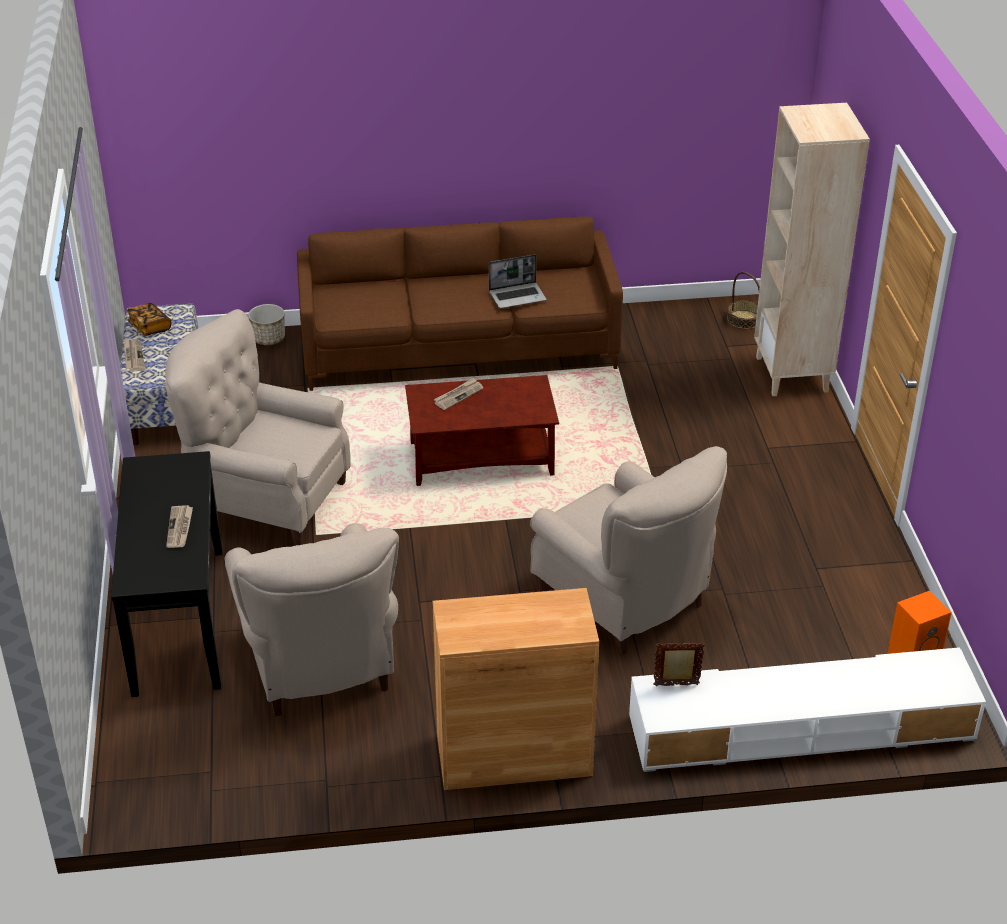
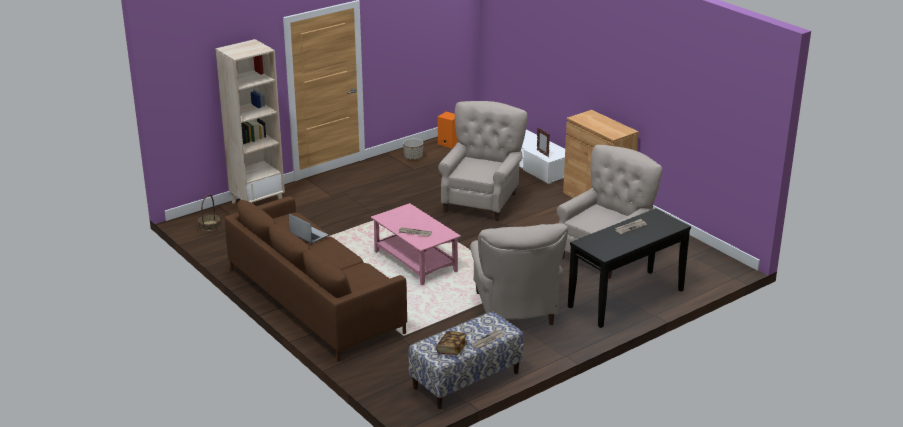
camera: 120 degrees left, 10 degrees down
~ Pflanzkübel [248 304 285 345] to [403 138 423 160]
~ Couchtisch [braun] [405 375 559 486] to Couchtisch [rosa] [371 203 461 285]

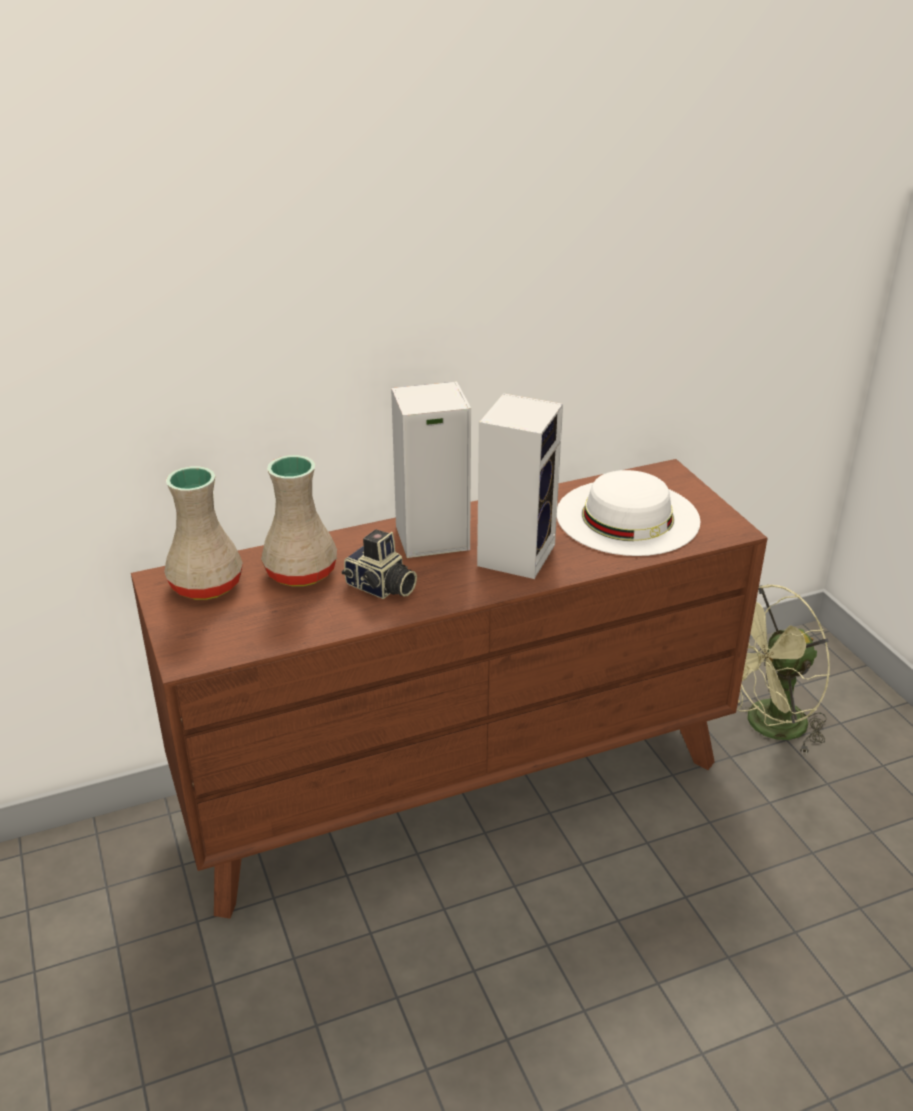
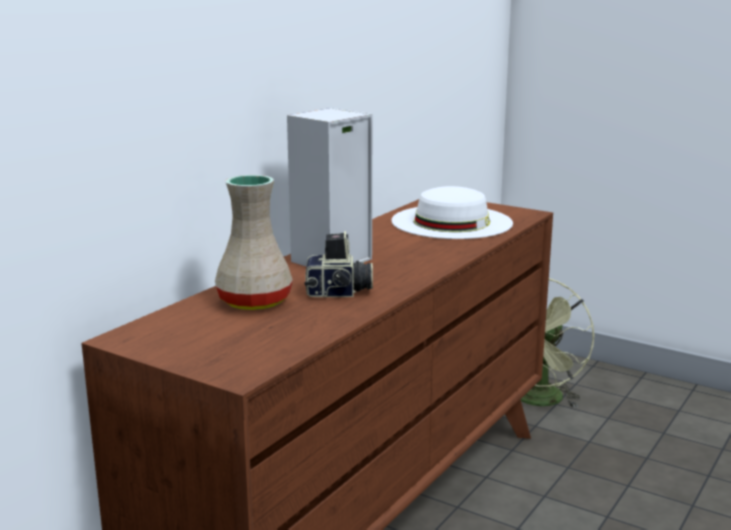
camera: 35 degrees left, 15 degrees down
- Lautsprecher [477 393 563 579]
- Vase [beige] [164 466 243 600]

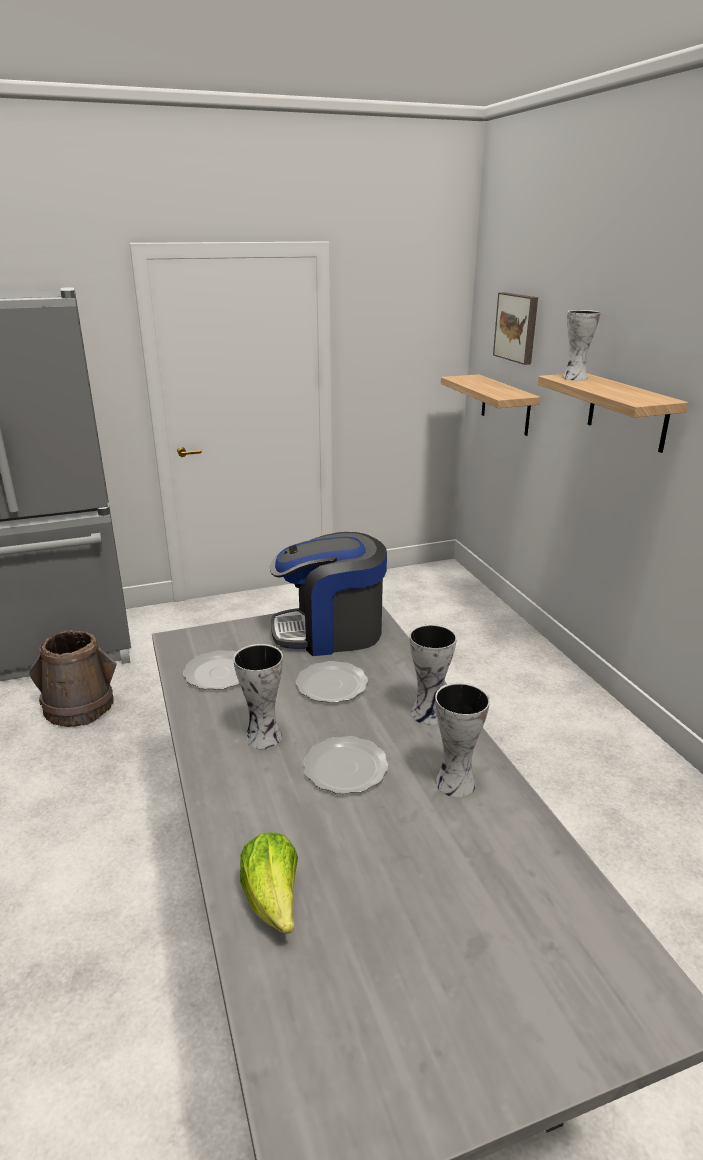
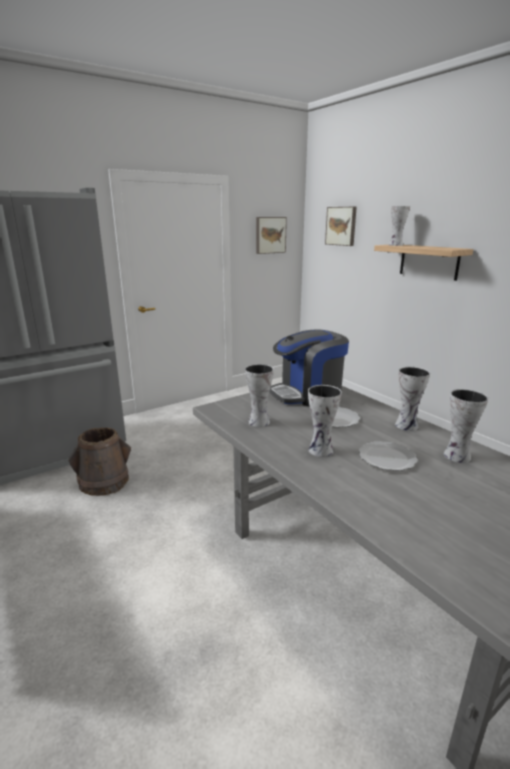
camera: 15 degrees left, 5 degrees down
- Wandregal [441 374 541 436]
~ Teller [183 650 240 690] to Vase [245 364 274 427]
- Salatkopf [240 832 298 934]
+ Bild [256 217 287 254]

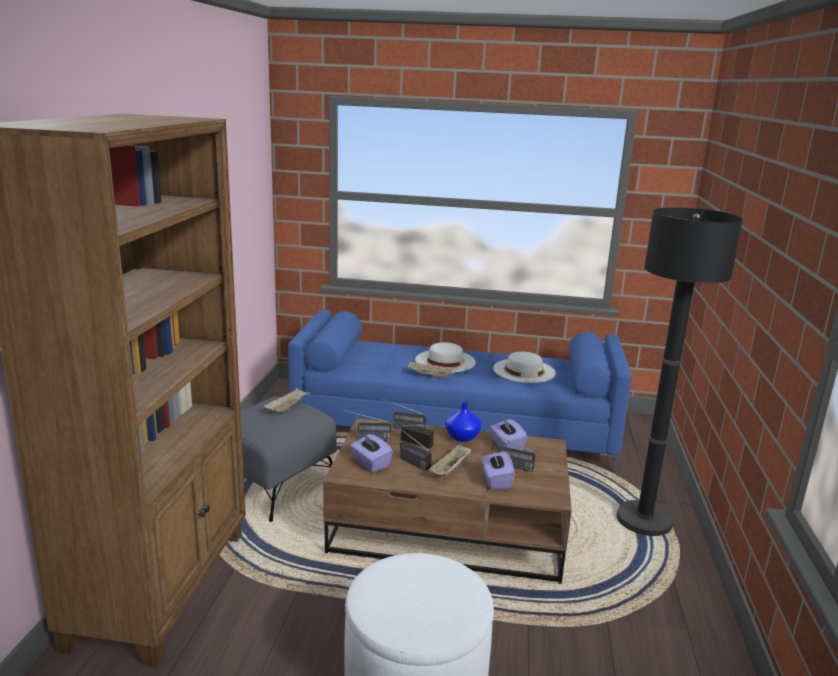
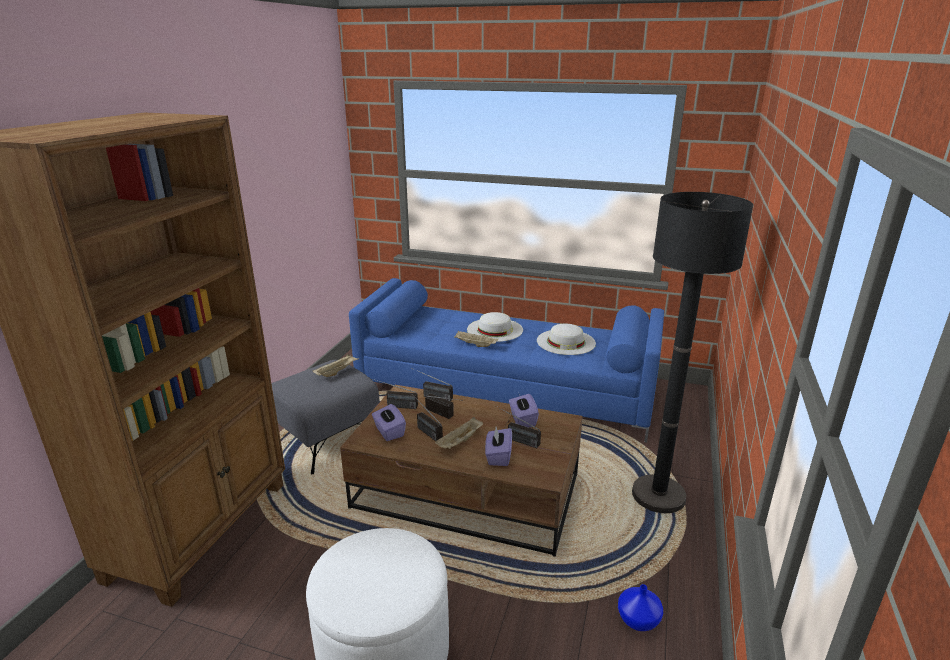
camera: 10 degrees right, 5 degrees up
~ Vase [blau] [445 402 481 442] to [618 584 663 631]

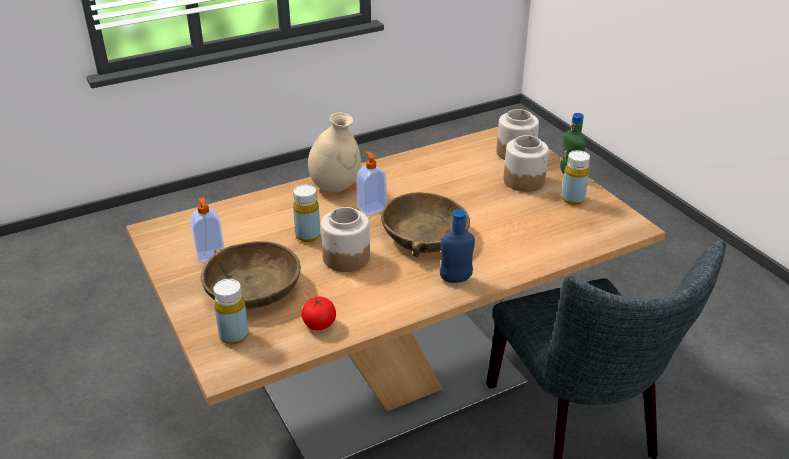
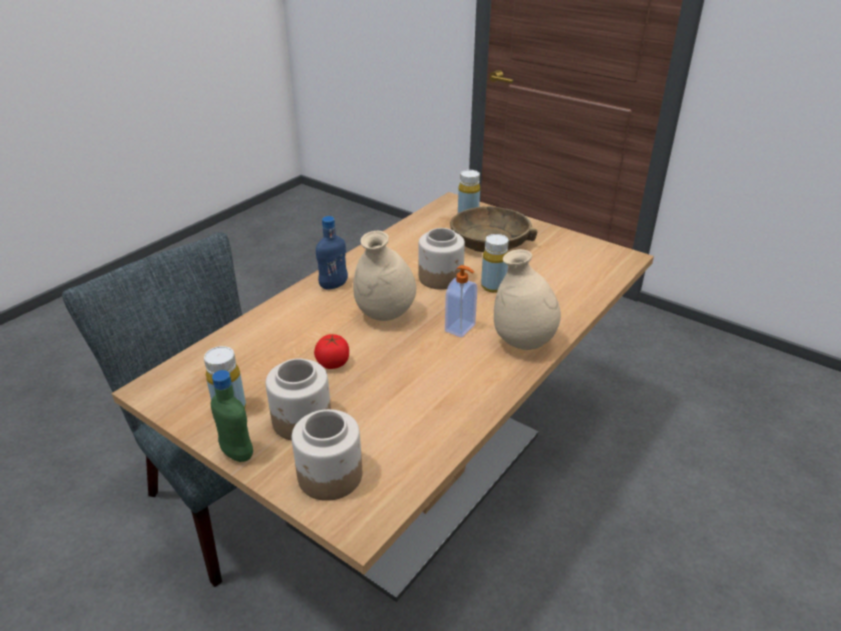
camera: 155 degrees right, 0 degrees up
~ Schüssel [braun] [381 192 470 257] to Vase [beige] [353 231 416 321]
- Seifenspender [190 197 224 263]
~ Tomate [301 296 336 331] to [314 334 349 369]

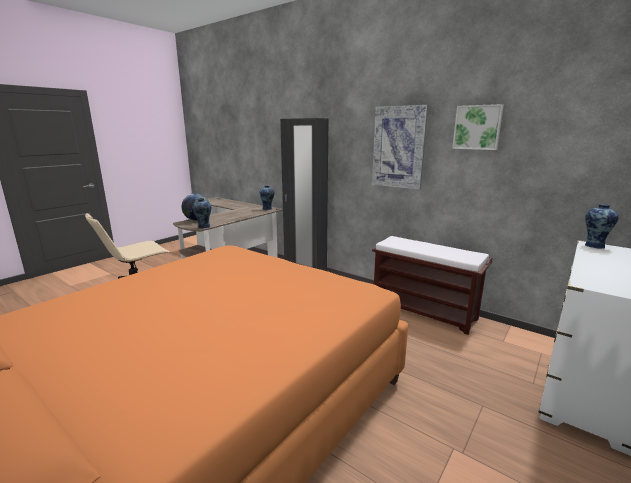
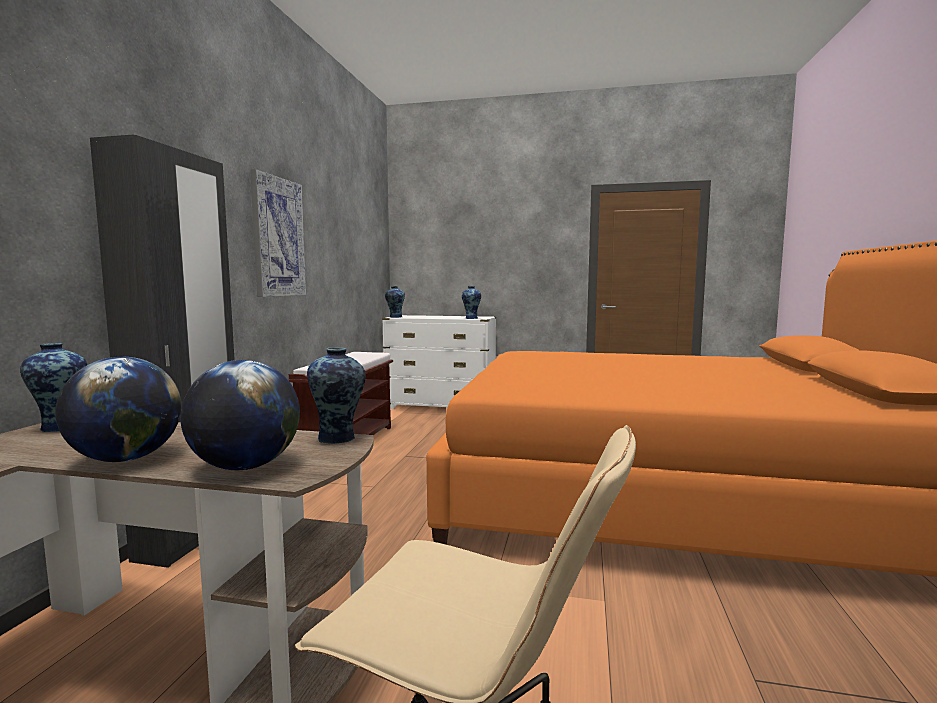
camera: 115 degrees left, 10 degrees down
- Bild [452 104 504 150]
+ Vase [462 286 481 319]
+ Globus [55 357 181 462]

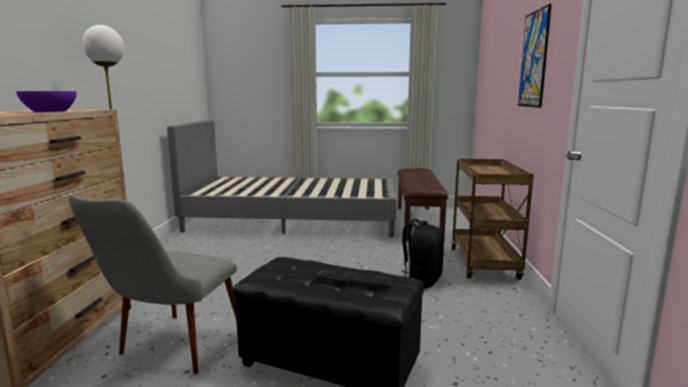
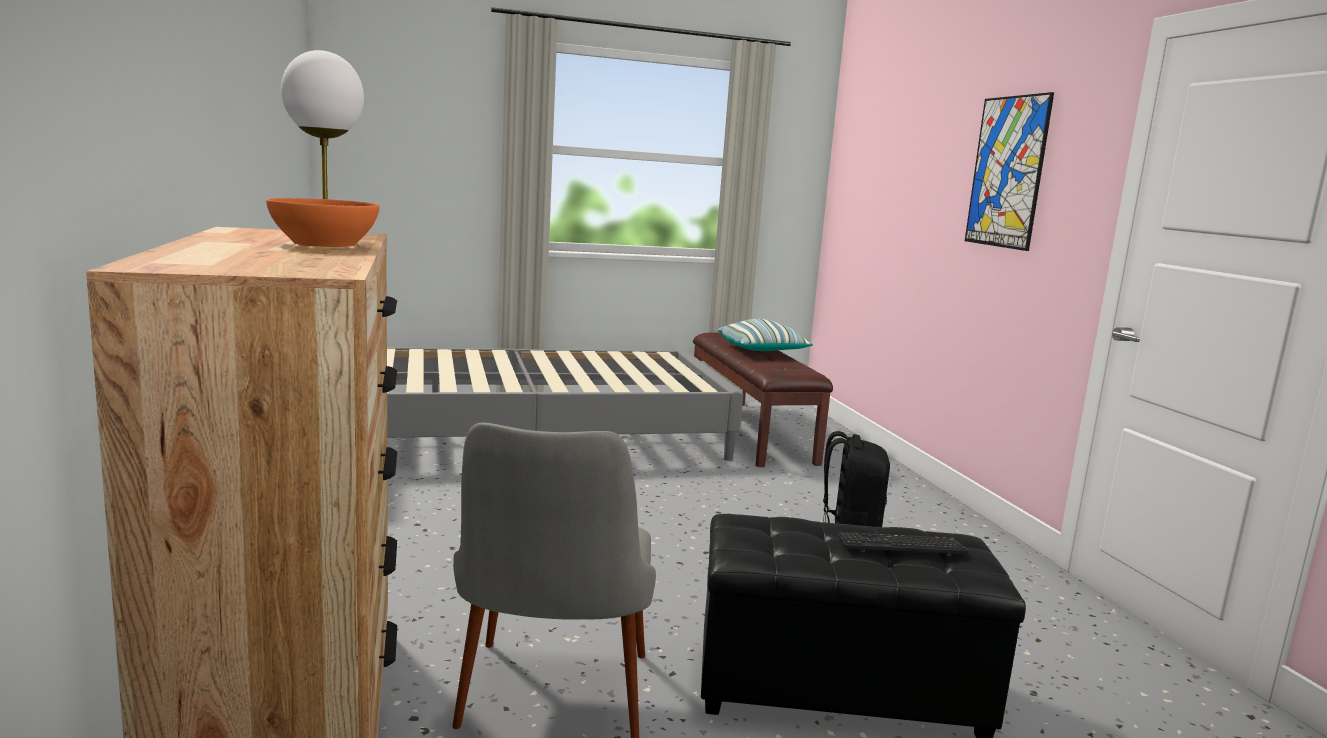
camera: 20 degrees left, 0 degrees up
~ Schüssel [lila] [16 91 77 112] to Schüssel [orange] [266 198 380 247]
- Rollwagen [braun] [452 159 534 279]
+ Kissen [717 319 813 351]

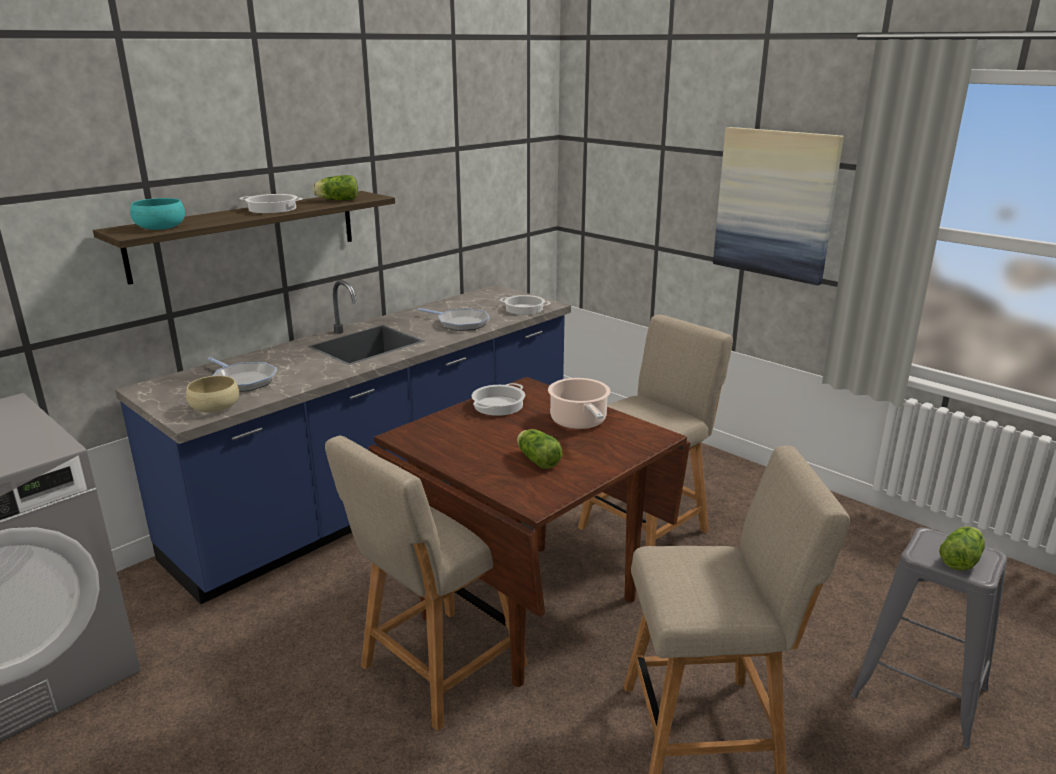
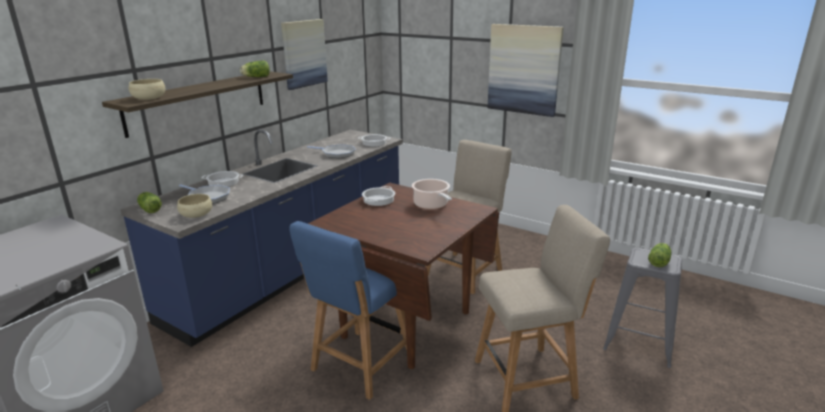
camera: 10 degrees left, 0 degrees up
~ Kochtopf [239 194 303 213] to [202 171 243 187]
~ Schüssel [türkis] [130 198 185 230] to Schüssel [beige] [129 79 165 100]
~ Salatkopf [517 429 562 469] to [137 192 162 213]
~ Stuhl [beige] [325 436 528 731] to Stuhl [blau] [289 221 407 400]
+ Bild [281 19 328 90]

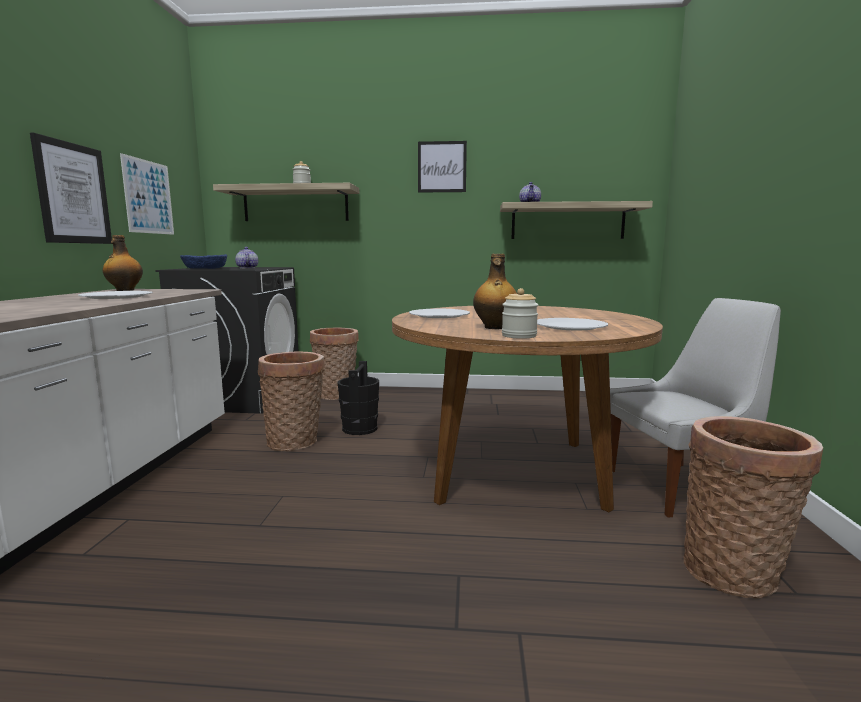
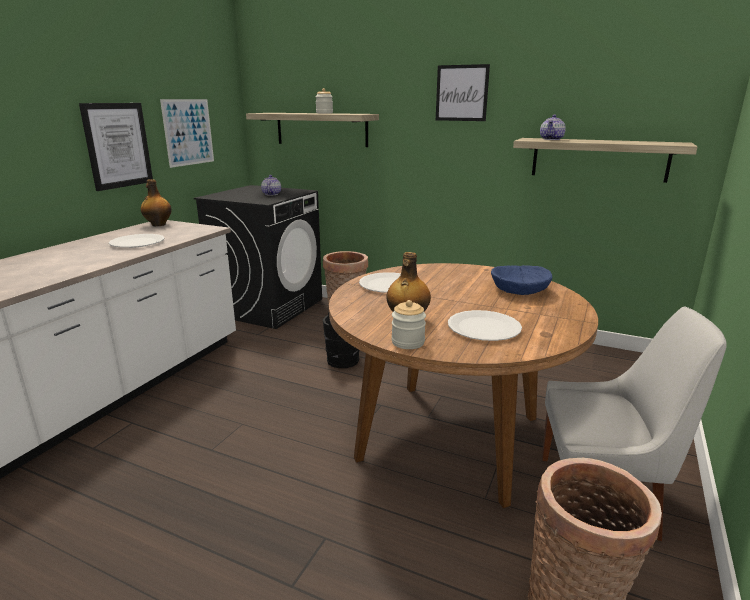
camera: 20 degrees right, 10 degrees up
~ Schüssel [blau] [180 254 227 269] to [491 265 552 295]
- Korb [258 352 325 451]

